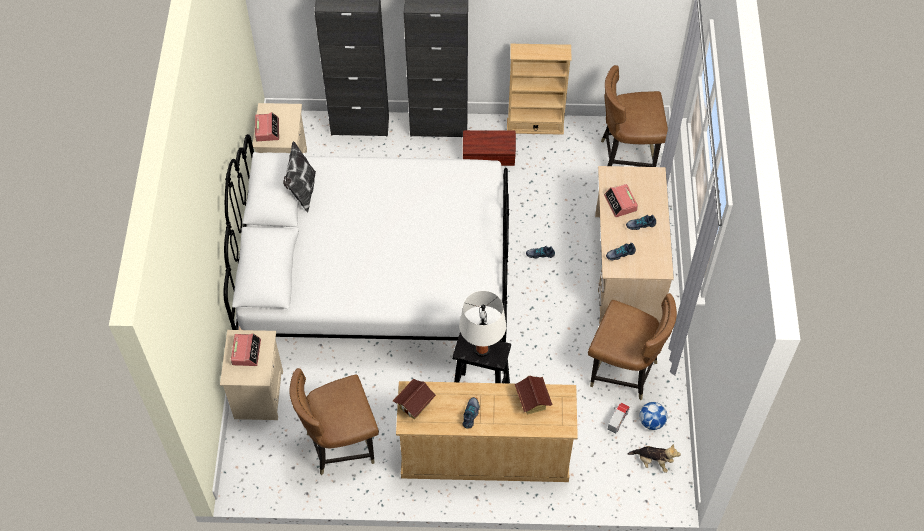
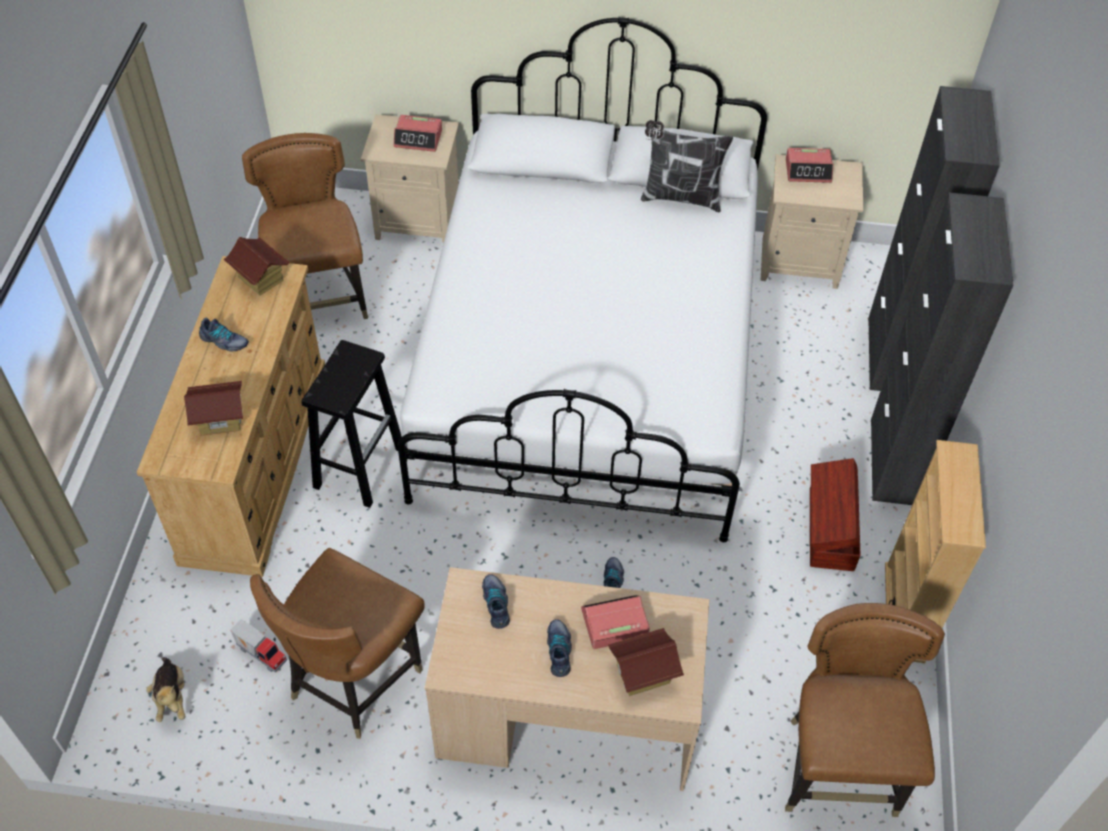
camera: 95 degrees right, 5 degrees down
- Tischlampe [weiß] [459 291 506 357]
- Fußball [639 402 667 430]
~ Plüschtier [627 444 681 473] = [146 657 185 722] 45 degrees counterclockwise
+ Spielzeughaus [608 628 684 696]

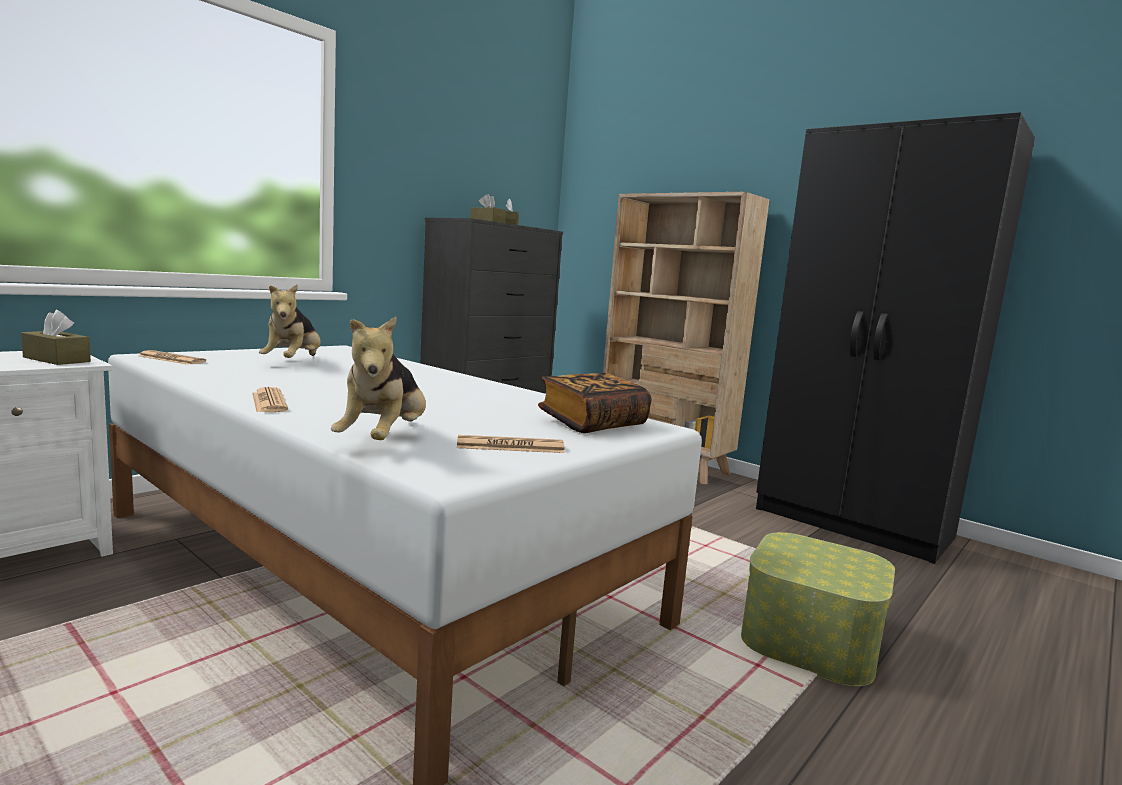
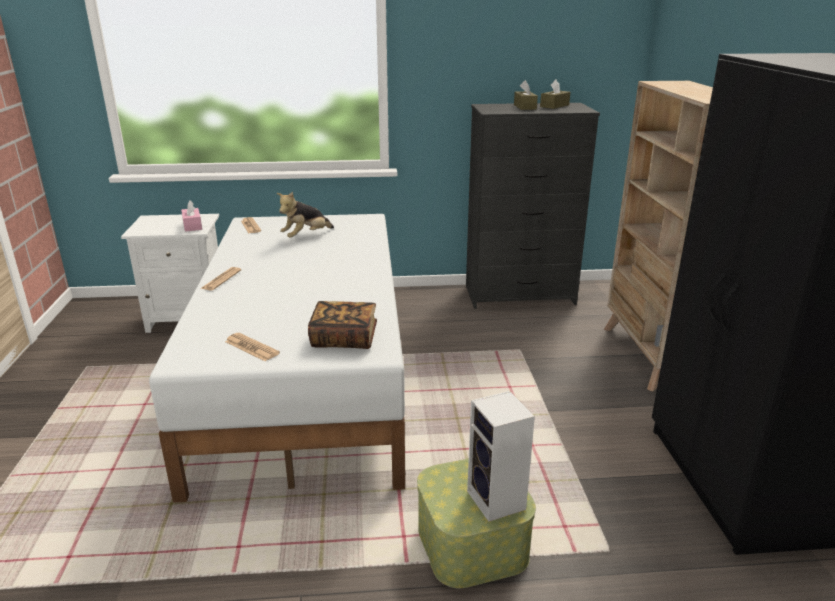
camera: 45 degrees right, 15 degrees up
~ Taschentuchbox [braun] [21 310 91 365] to Taschentuchbox [rosa] [181 200 202 232]
- Plüschtier [331 316 426 440]
+ Lautsprecher [467 391 535 522]

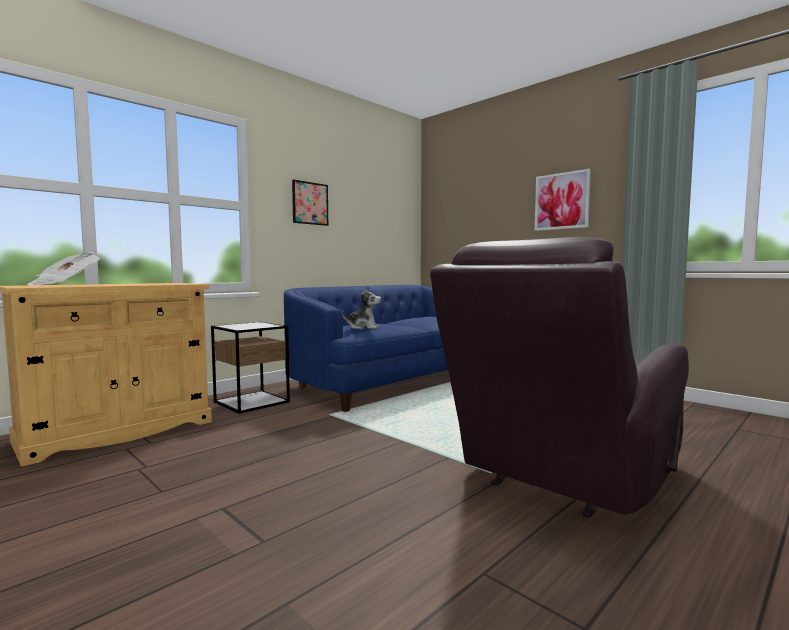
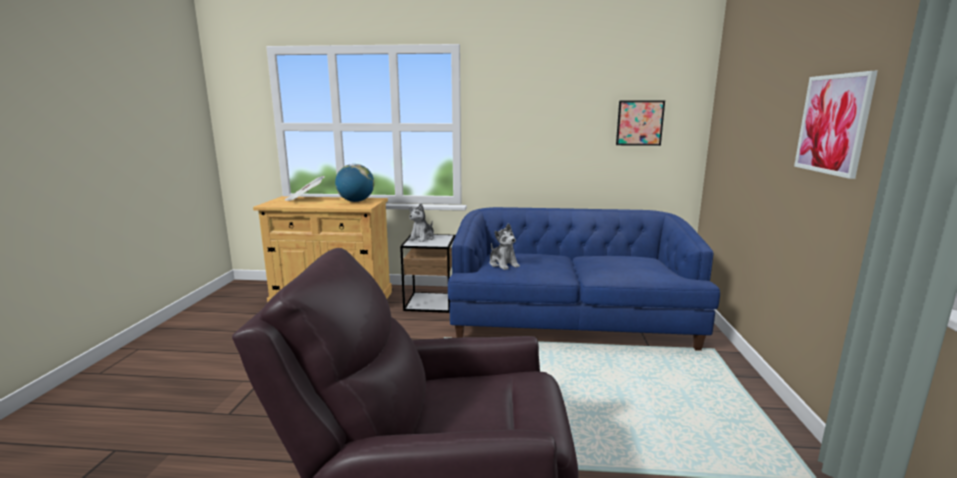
camera: 50 degrees right, 10 degrees up
~ Bild [292 179 328 226] to [616 100 665 146]
+ Globus [335 164 374 202]
+ Plüschtier [408 203 434 242]

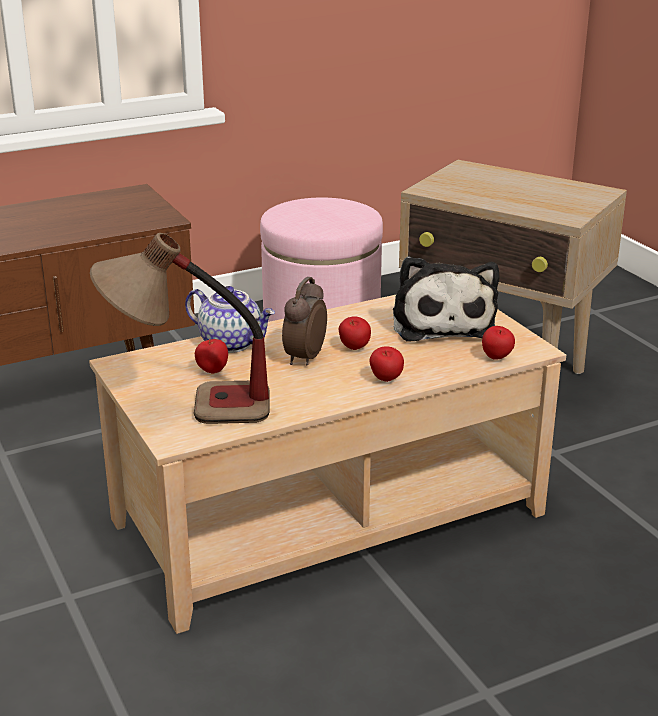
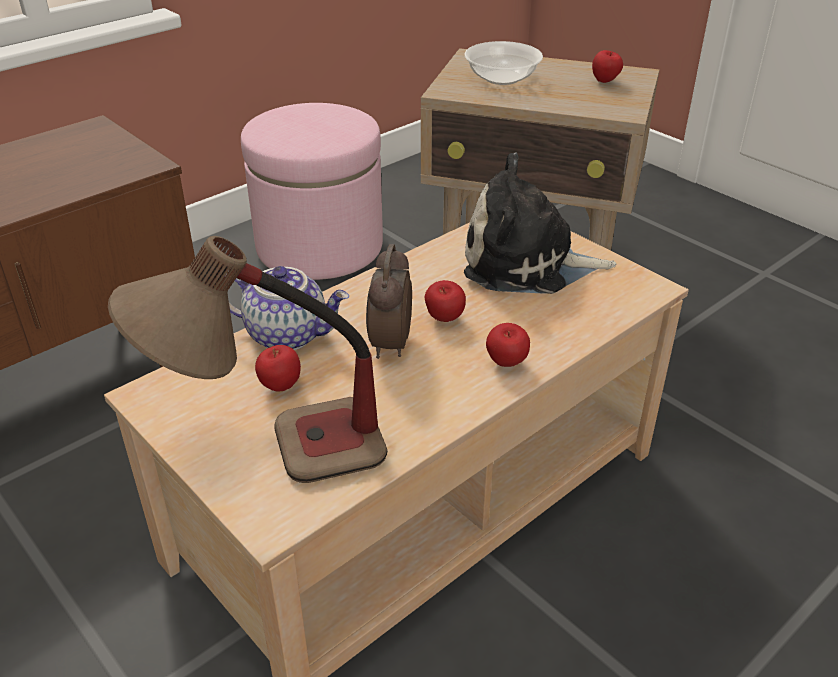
camera: 15 degrees left, 10 degrees up
~ Plüschtier [393 256 499 342] = [464 152 616 294] 120 degrees clockwise
~ Apfel [482 326 515 359] to [592 50 623 83]
+ Schüssel [465 41 543 85]

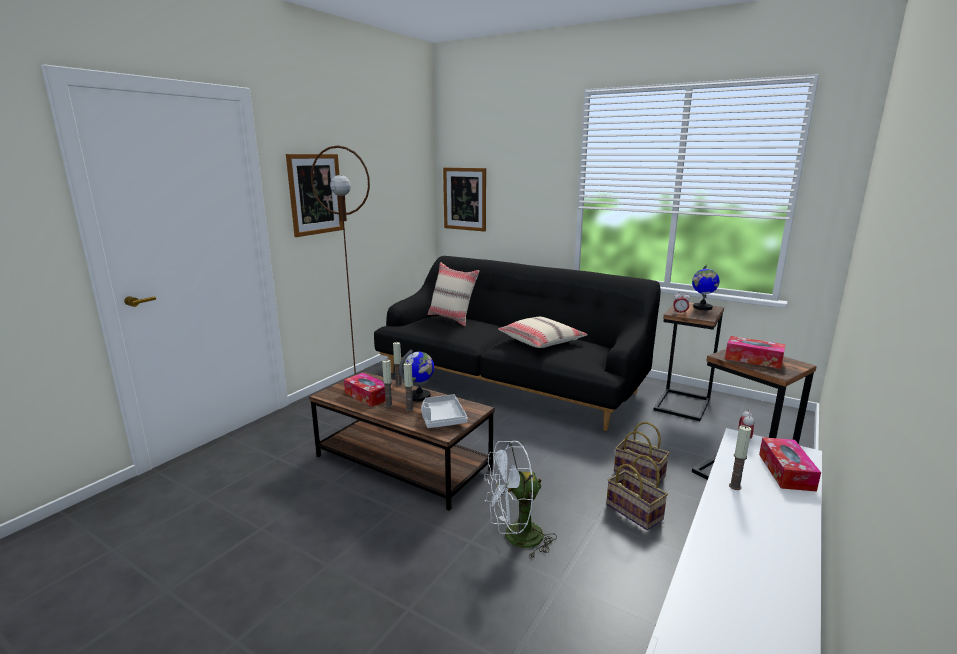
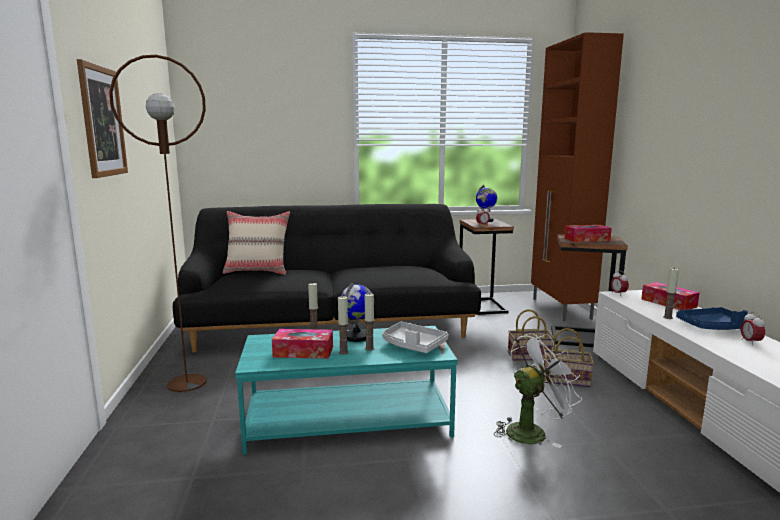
camera: 40 degrees left, 5 degrees down
- Bild [443 168 486 232]
- Kissen [beige] [498 317 588 348]
~ Couchtisch [braun] [309 371 495 511] to Couchtisch [türkis] [235 326 458 455]
~ Ventilator [weiß] [484 441 557 559] = [494 333 582 448] 150 degrees counterclockwise
+ Schrank [braun] [531 32 624 321]
+ Tablett [blau] [676 307 754 330]
+ Wecker [740 312 765 346]

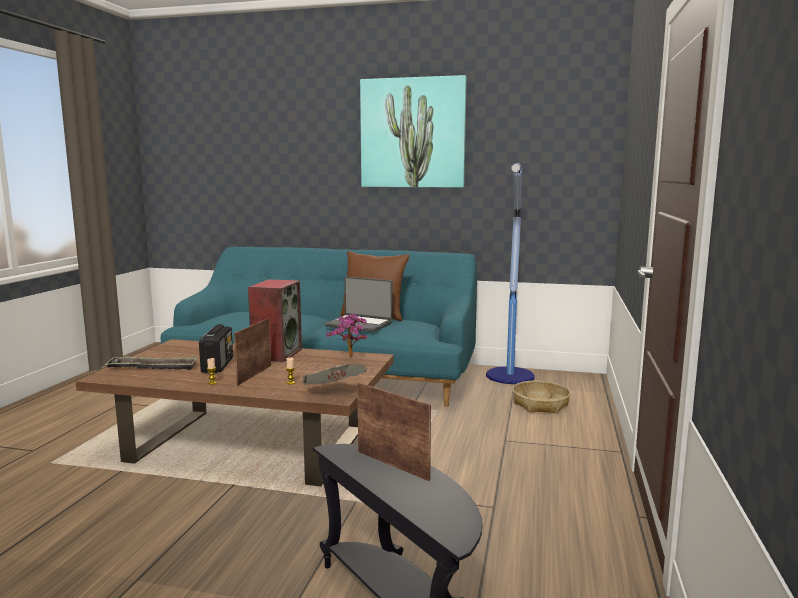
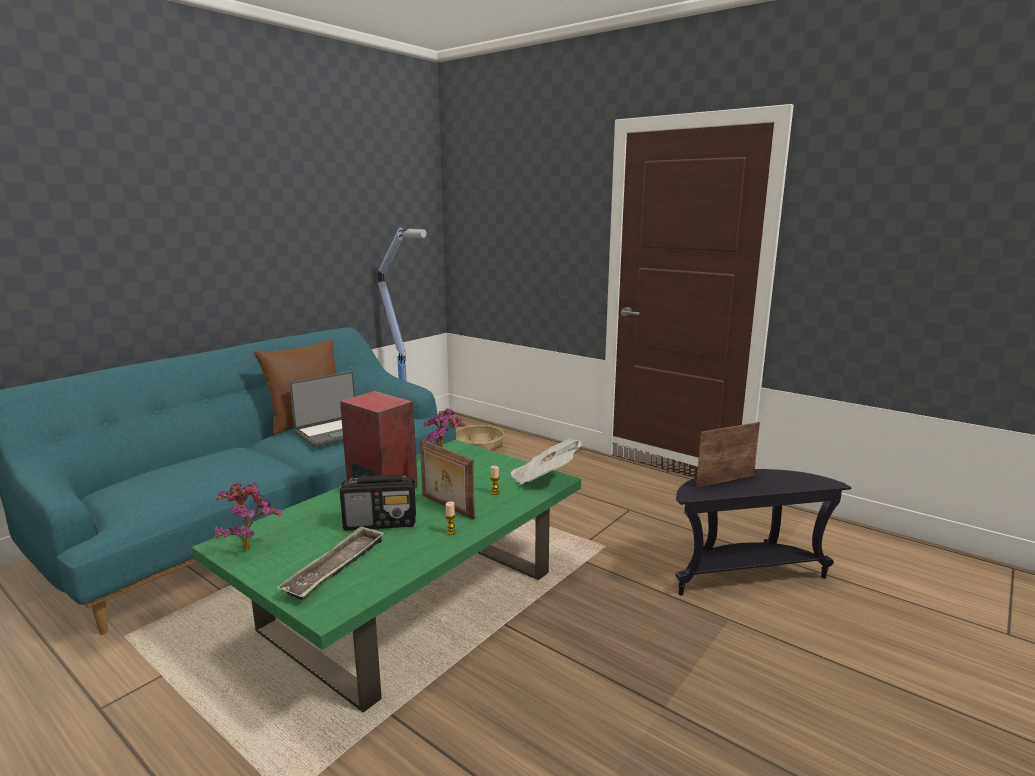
camera: 65 degrees left, 5 degrees up
- Bild [360 75 467 188]
~ Radio [199 324 233 373] = [340 475 416 530] 150 degrees clockwise
~ Couchtisch [braun] [76 339 394 487] to Couchtisch [grün] [192 440 581 713]
+ Topfpflanze [213 482 282 551]

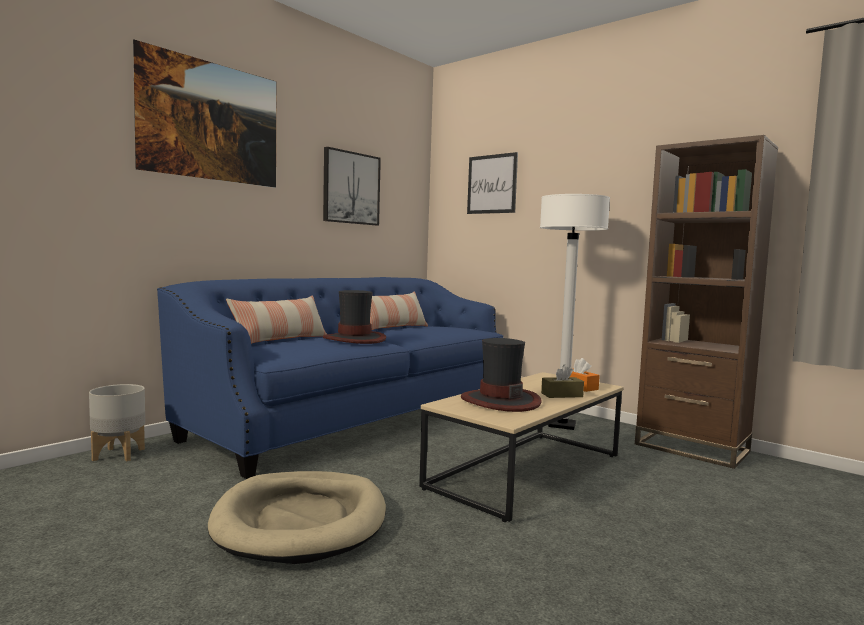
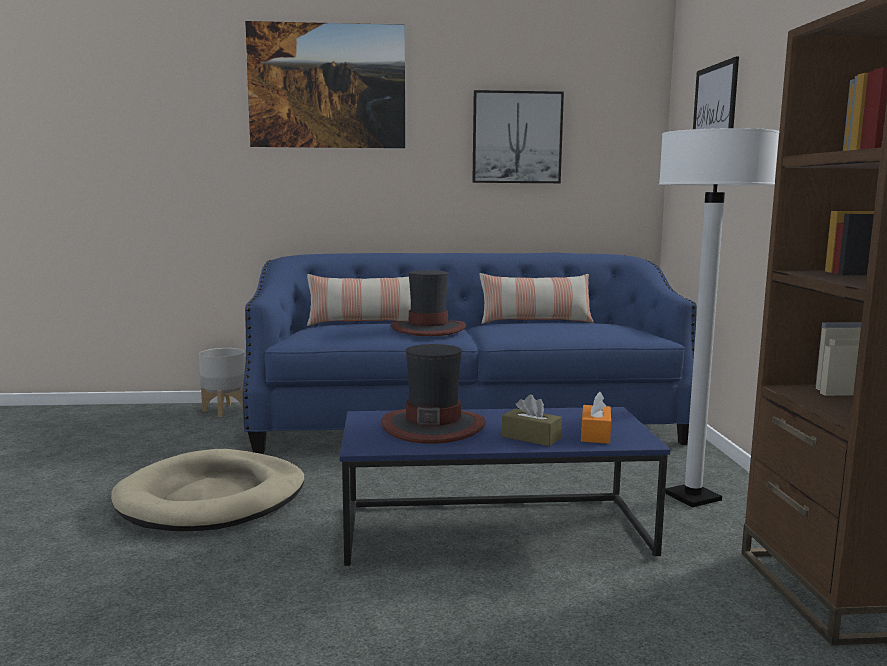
camera: 45 degrees right, 5 degrees up
~ Couchtisch [beige] [419 372 624 522] to Couchtisch [blau] [339 407 670 566]

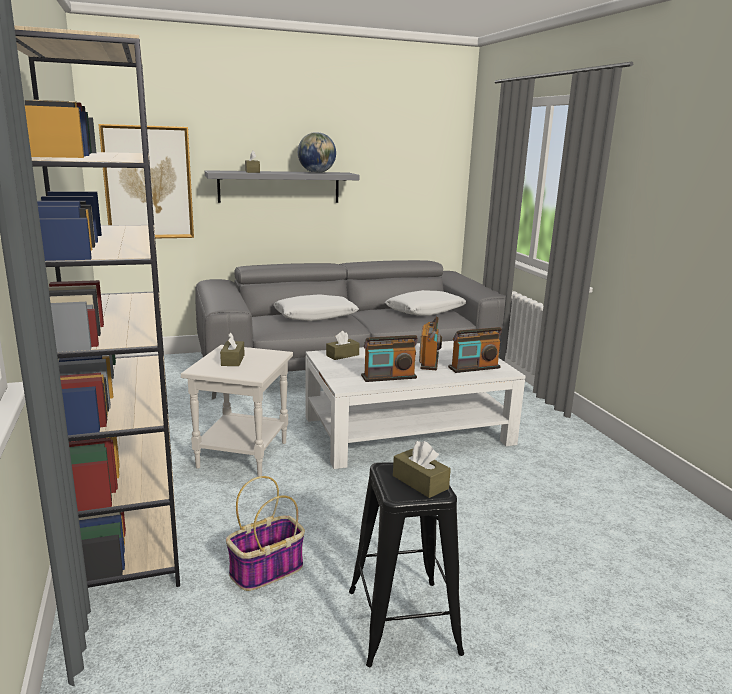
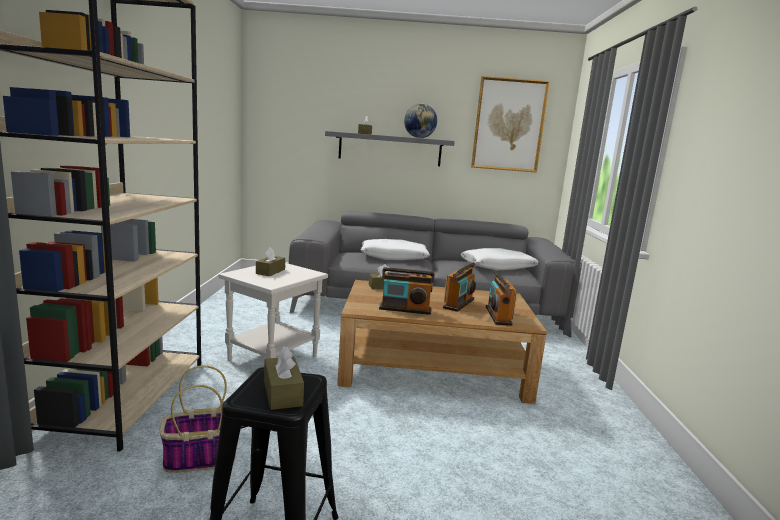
camera: 20 degrees right, 5 degrees down
~ Bild [98 124 194 238] to [471 76 550 173]
~ Radio [448 327 502 373] = [486 270 517 326] 90 degrees clockwise
~ Couchtisch [weiß] [305 341 526 469] to Couchtisch [braun] [337 280 547 404]

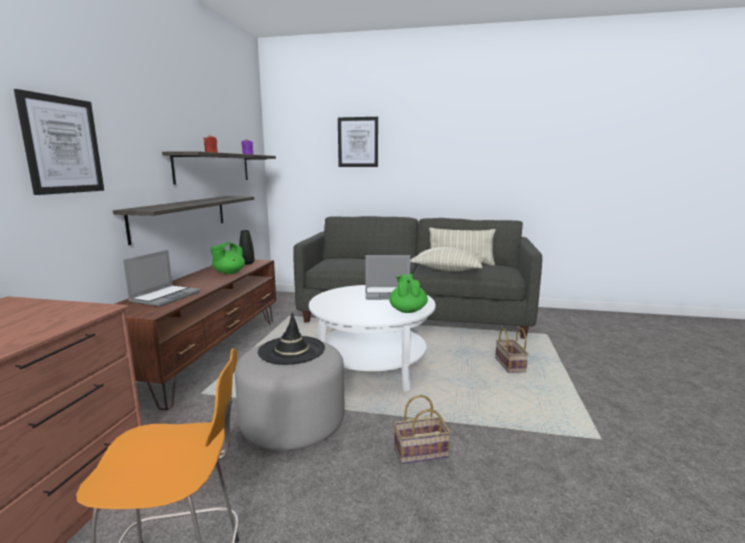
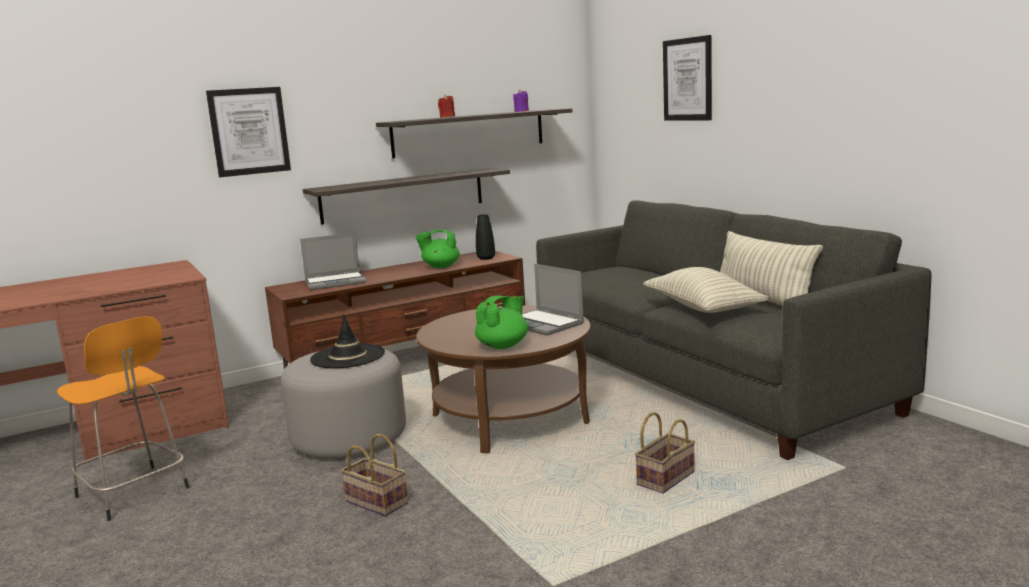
camera: 50 degrees right, 0 degrees up
~ Couchtisch [weiß] [309 285 436 391] to Couchtisch [braun] [416 305 591 454]

